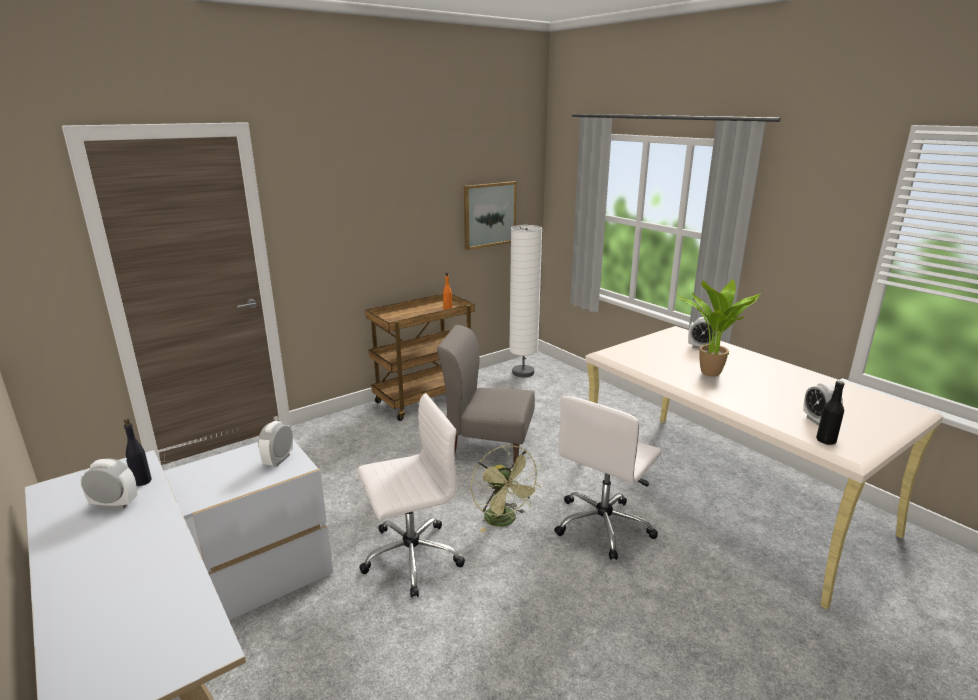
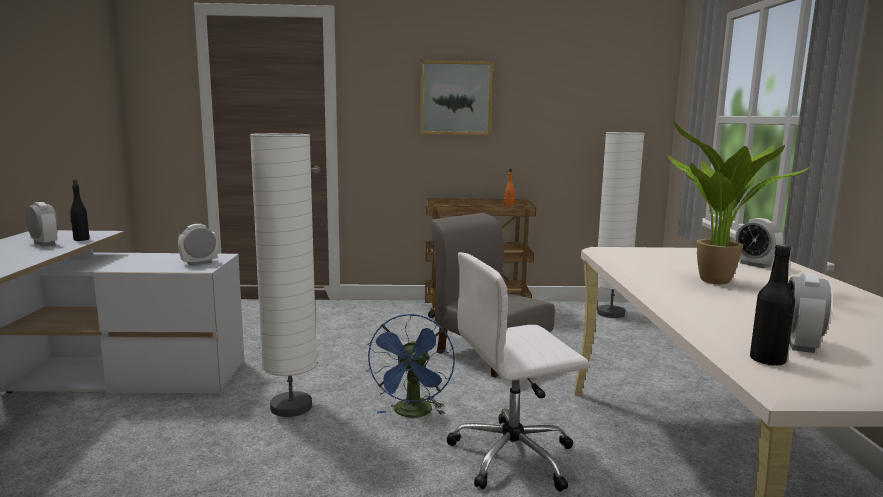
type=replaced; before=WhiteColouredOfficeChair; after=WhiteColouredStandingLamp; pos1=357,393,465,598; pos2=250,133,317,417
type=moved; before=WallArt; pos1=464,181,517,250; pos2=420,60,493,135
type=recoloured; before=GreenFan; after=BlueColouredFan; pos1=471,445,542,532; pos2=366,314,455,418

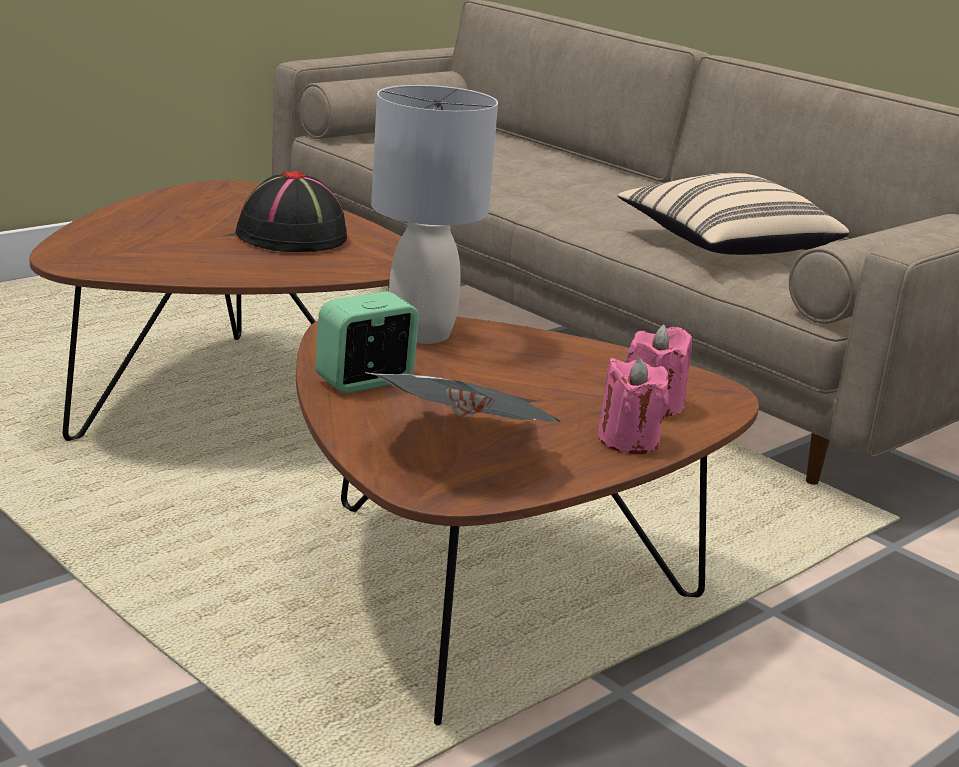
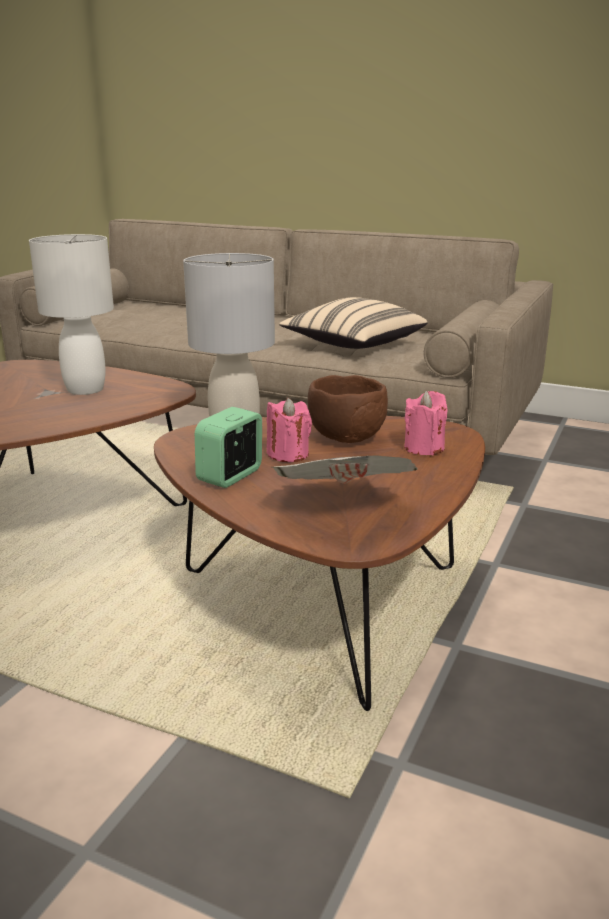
type=replaced; before=BlackishHat; after=WhiteColouredLampForATable; pos1=235,171,347,252; pos2=29,234,114,395
type=moved; before=PinkishWaxCandle; pos1=598,358,669,454; pos2=267,398,312,462
type=added; after=BrownColouredBowl; pos2=308,375,388,443

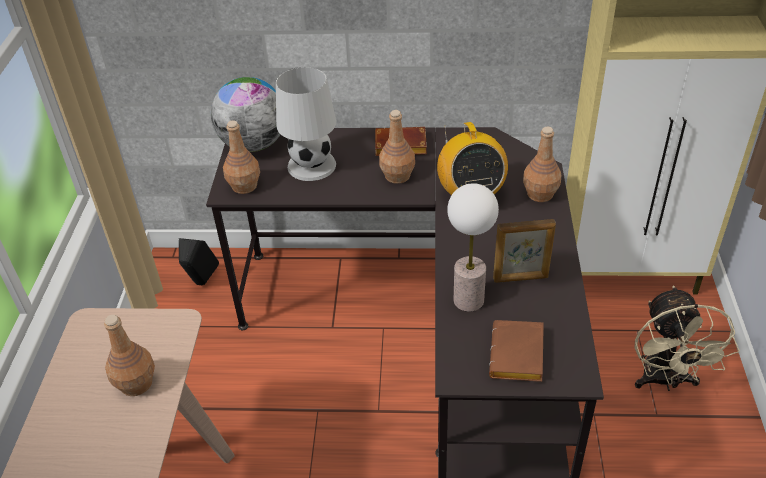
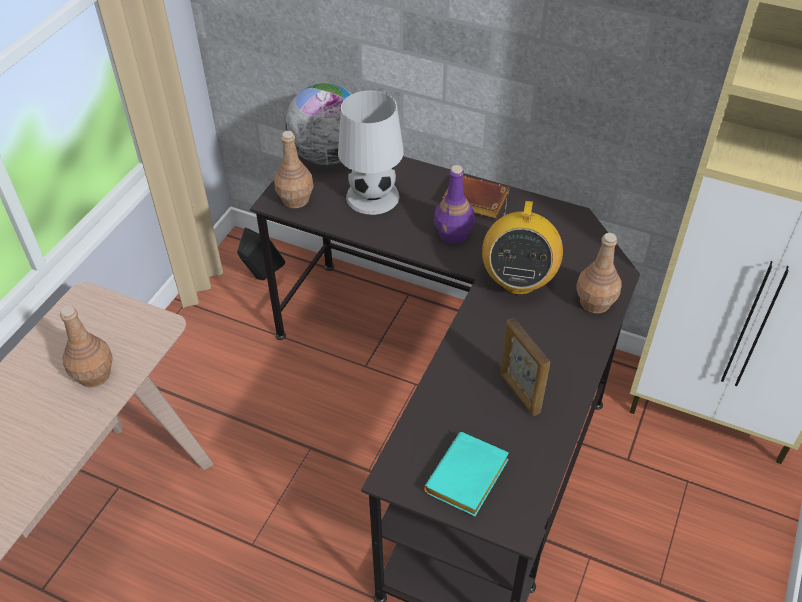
type=recoloured; before=BrownColouredBottle; after=PurpleBottle; pos1=379,110,415,184; pos2=434,165,475,244
type=removed; before=LampForATable; pos1=447,183,499,312
type=recoloured; before=BrownColouredBoundBook; after=TurquoiseColouredBoundBook; pos1=489,320,544,382; pos2=424,432,509,516
type=turned; before=PhotoFrame; pos1=493,219,556,283; pos2=500,318,550,416; turn=45
type=removed; before=SandColouredFan; pos1=634,286,740,391

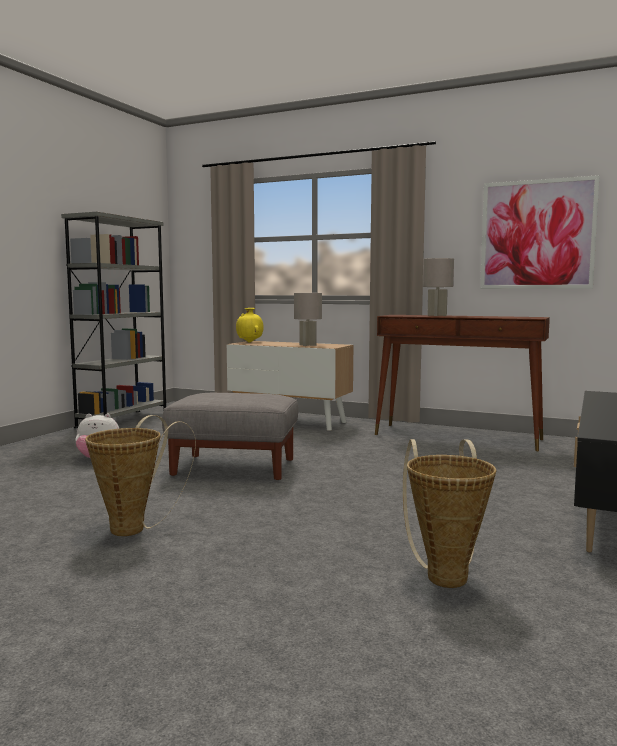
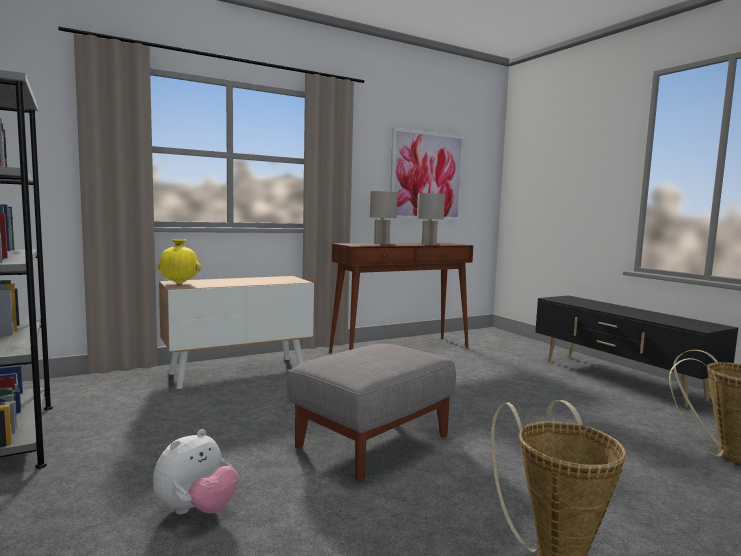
type=moved; before=GrayLampForATable; pos1=294,293,322,346; pos2=417,193,445,245

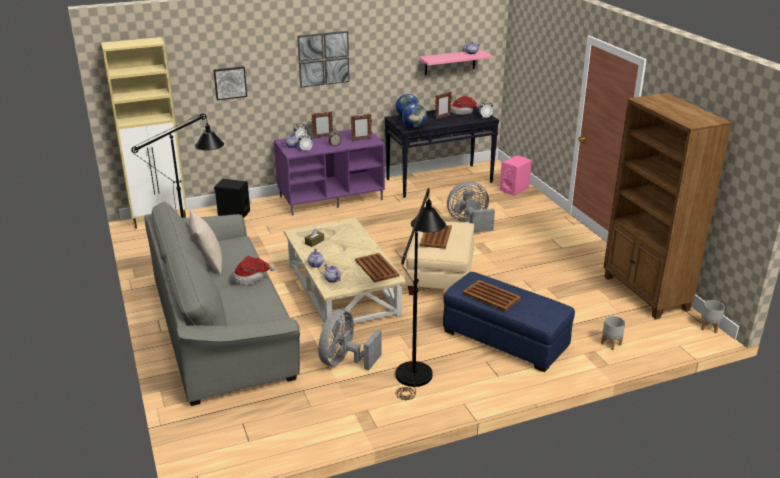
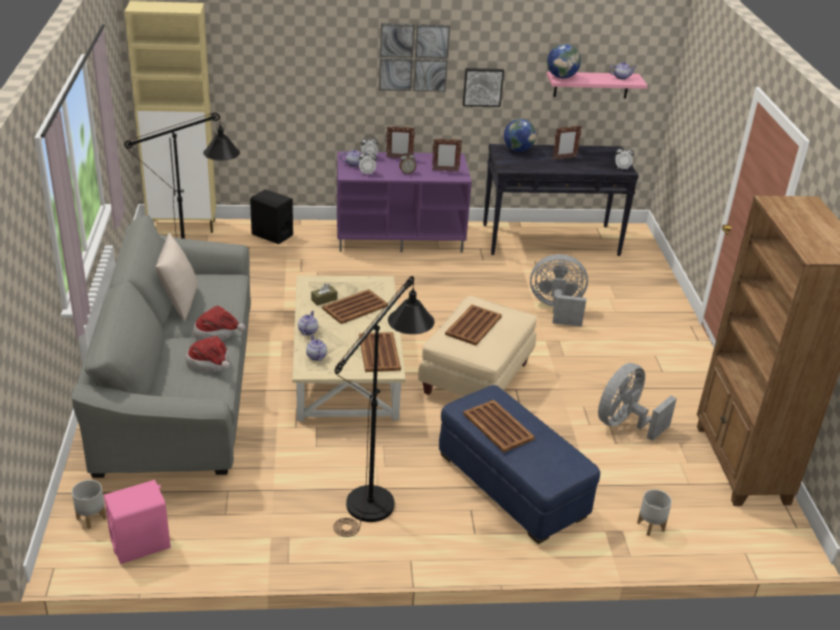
type=moved; before=WallArt; pos1=213,66,247,100; pos2=463,68,504,107
type=moved; before=GrayFan; pos1=318,309,382,370; pos2=598,363,677,441
type=moved; before=WorldGlobe; pos1=402,103,427,129; pos2=547,44,581,78
type=moved; before=Hat; pos1=451,96,480,115; pos2=185,336,230,372
type=moved; before=PinkishLoudspeaker; pos1=500,155,532,196; pos2=104,480,171,564
type=moved; before=GrayPlanter; pos1=701,300,725,333; pos2=72,480,106,529
type=added; after=BrownColouredCarryingTray; pos2=322,289,388,324

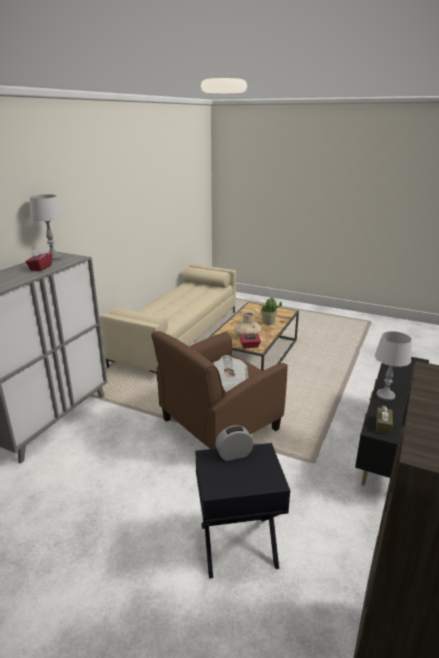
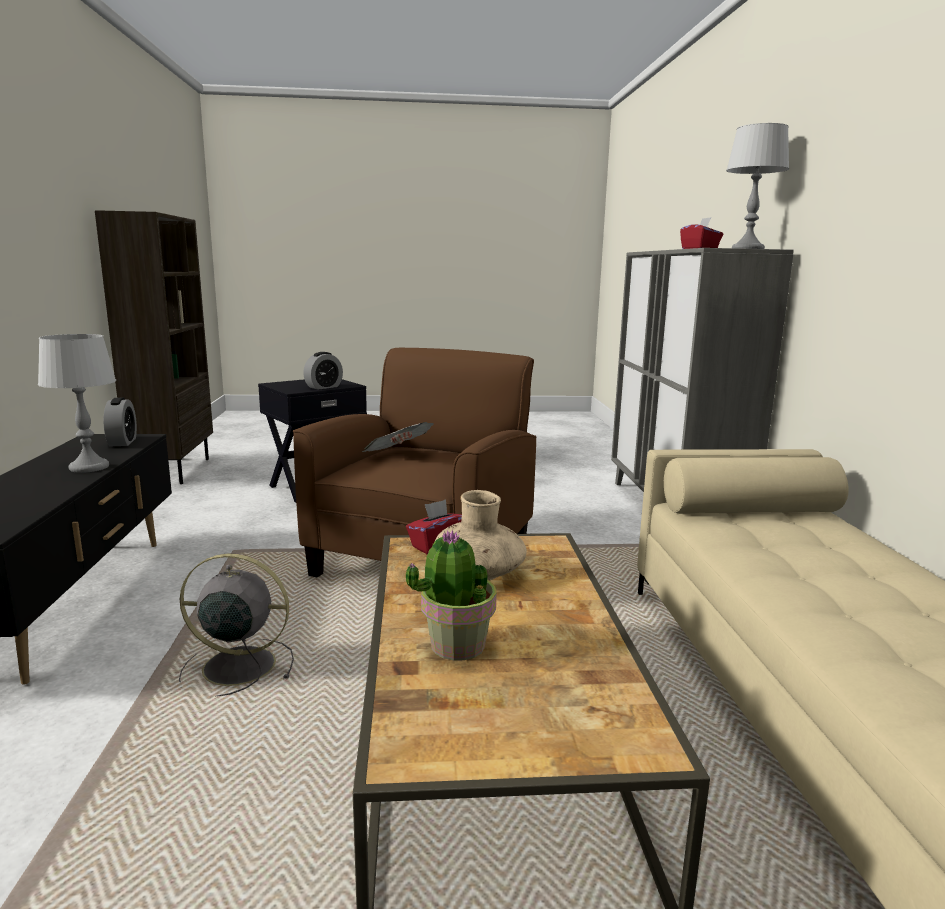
type=replaced; before=BrownColouredTissueBox; after=TableClock; pos1=376,406,393,434; pos2=104,398,137,446
type=added; after=GrayFan; pos2=179,553,294,696

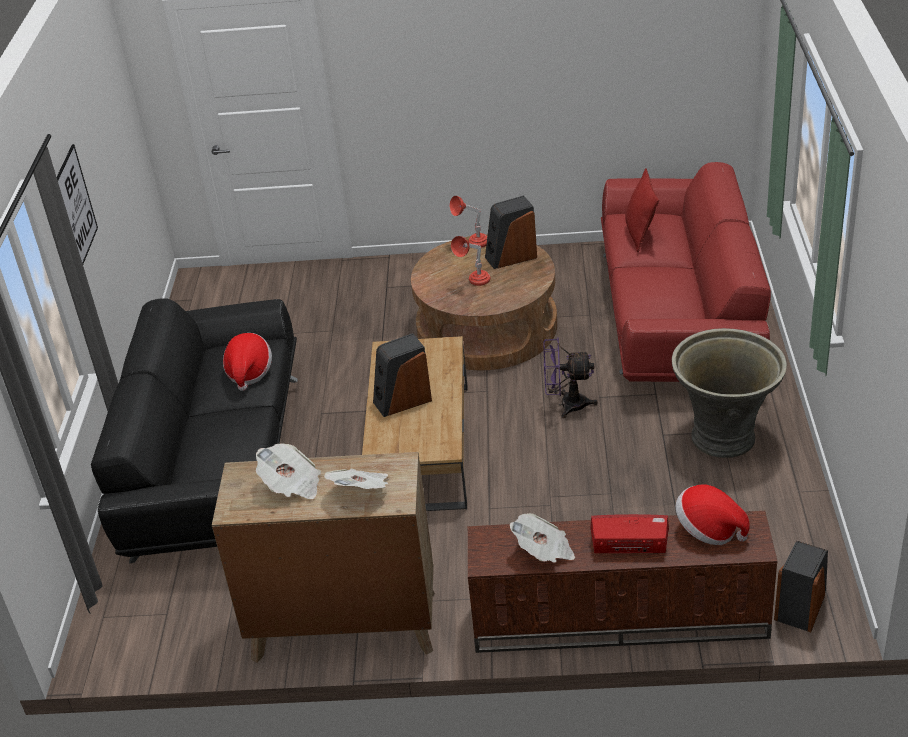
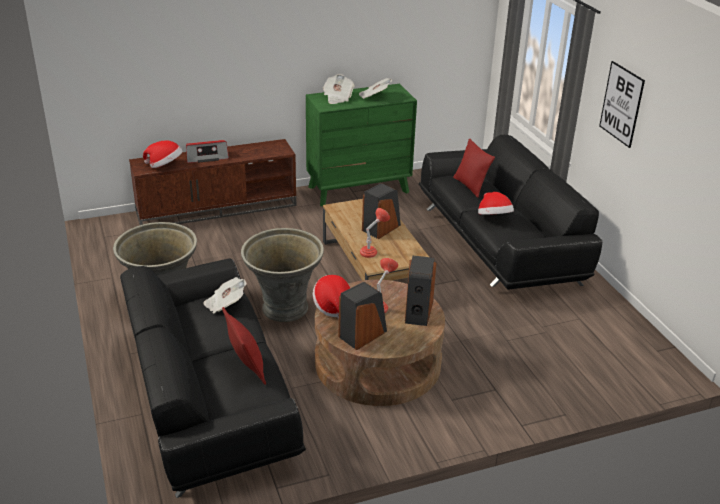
type=recoloured; before=BrownColouredDrawerChest; after=GreenDrawerChest; pos1=212,452,435,663; pos2=306,84,417,206
type=moved; before=ReddishLampForATable; pos1=450,196,487,247; pos2=360,208,390,258
type=moved; before=DailyPaper; pos1=510,513,575,563; pos2=203,277,247,314
type=replaced; before=PurpleFan; after=GrayPlanter; pos1=543,337,598,418; pos2=241,228,324,322
type=recoloured; before=ReddishCouch; after=BlackishCouch; pos1=601,162,771,382; pos2=120,258,306,498
type=moved; before=Loudspeaker; pos1=774,541,828,632; pos2=405,256,436,326
type=added; after=Hat; pos2=313,275,350,320
type=added; after=ReddishCushion; pos2=453,138,495,198

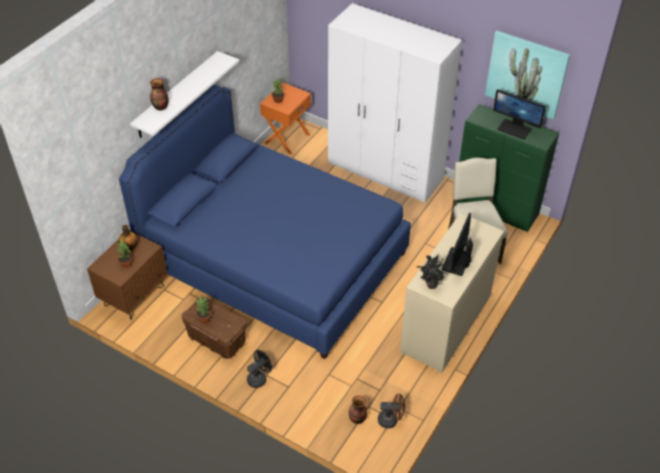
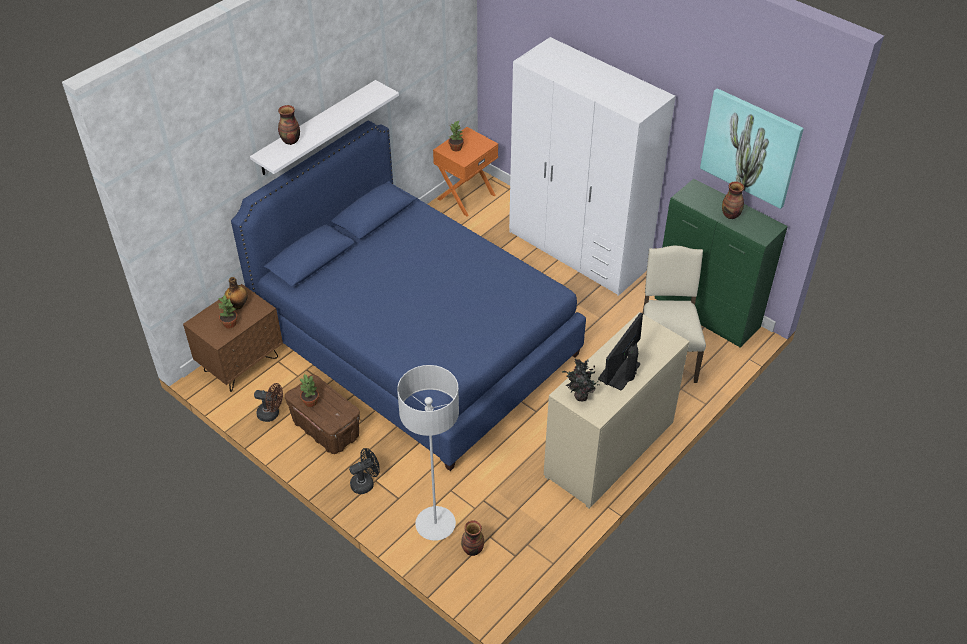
type=moved; before=BrownColouredFan; pos1=378,394,405,428; pos2=254,383,283,422
type=replaced; before=Monitor; after=Vase; pos1=493,89,546,139; pos2=722,181,744,219
type=added; after=GrayStandingLamp; pos2=397,365,459,541

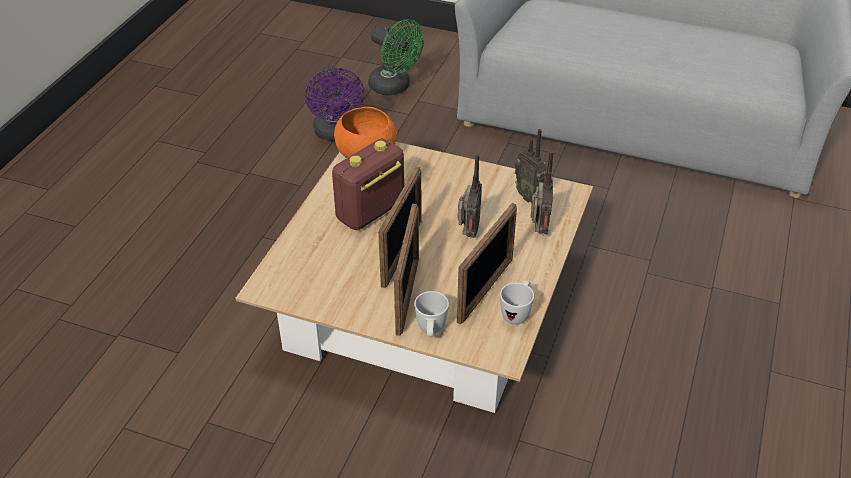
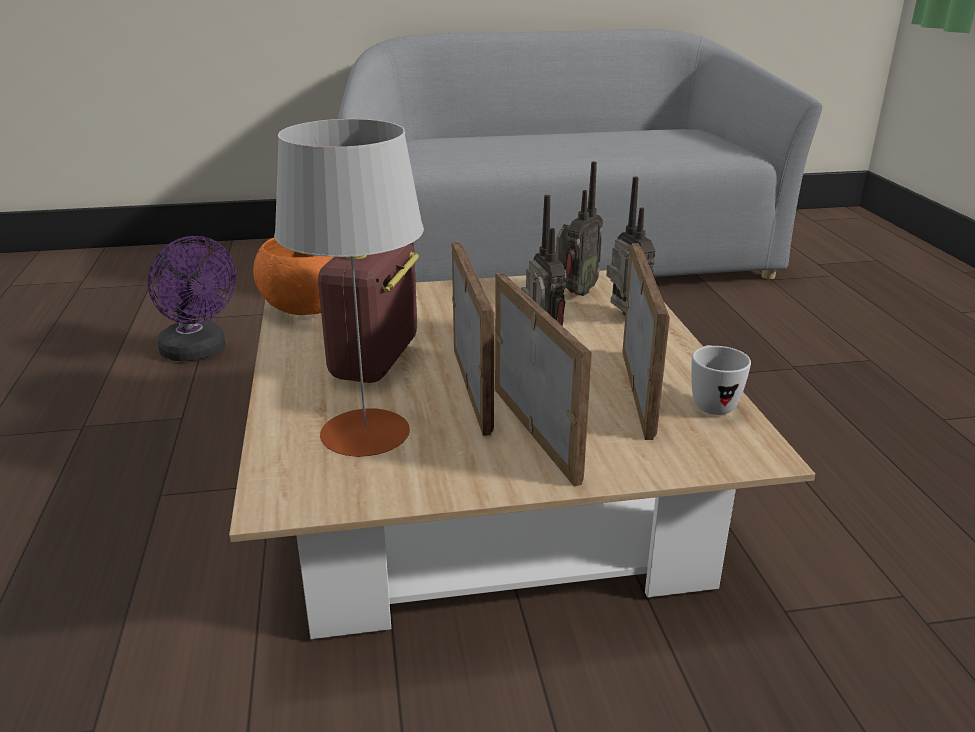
type=removed; before=GreenFan; pos1=368,19,424,95
type=removed; before=WhiteColouredMug; pos1=414,291,449,337
type=turned; before=Radio; pos1=515,129,547,203; pos2=556,161,603,296; turn=-75
type=added; after=GrayLampForATable; pos2=274,119,424,457

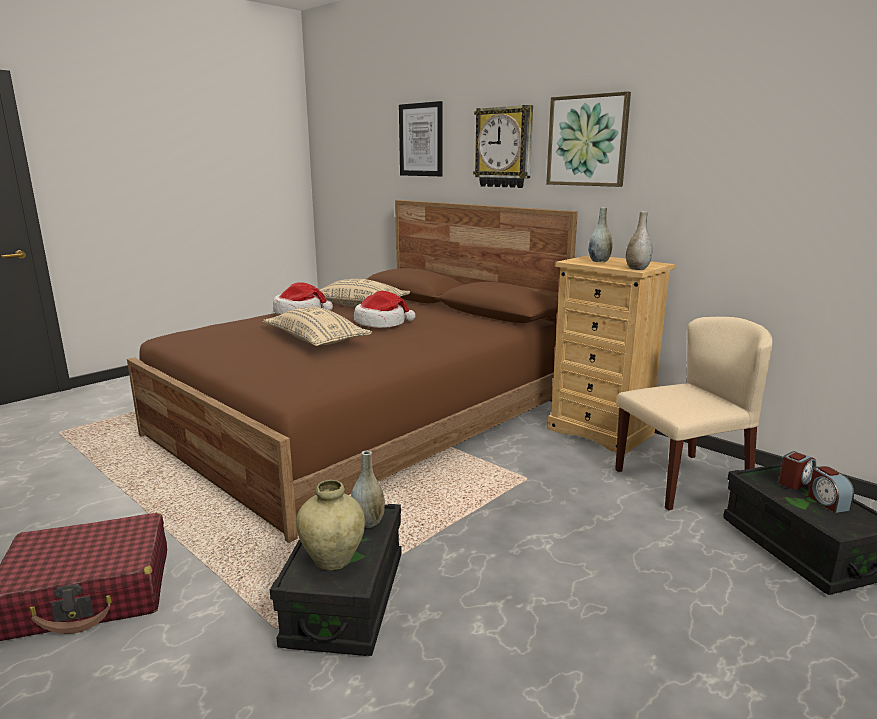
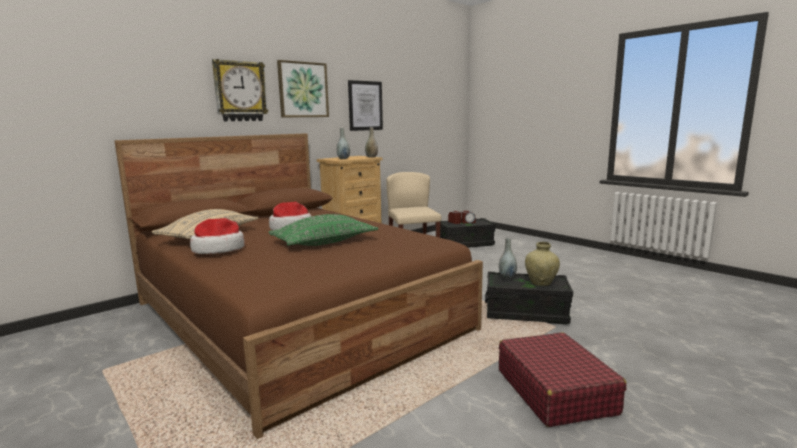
type=recoloured; before=SandColouredCushion; after=GreenCushion; pos1=263,307,372,346; pos2=269,214,378,246
type=moved; before=WallArt; pos1=399,101,443,176; pos2=348,80,383,131

